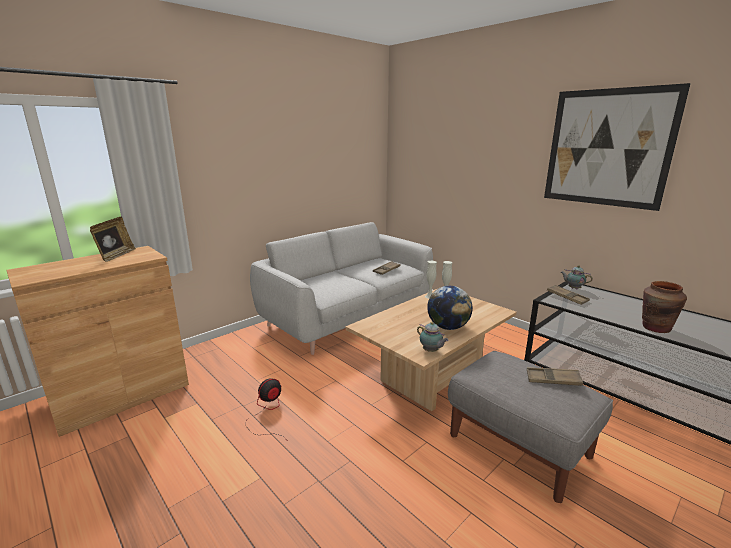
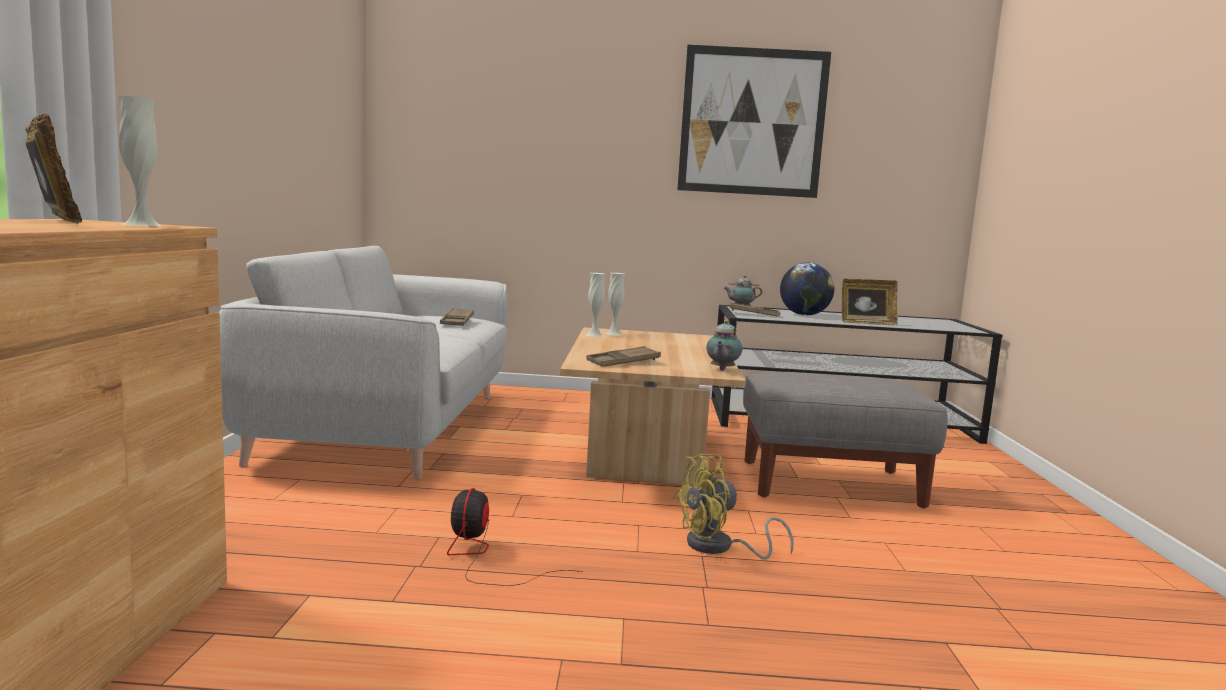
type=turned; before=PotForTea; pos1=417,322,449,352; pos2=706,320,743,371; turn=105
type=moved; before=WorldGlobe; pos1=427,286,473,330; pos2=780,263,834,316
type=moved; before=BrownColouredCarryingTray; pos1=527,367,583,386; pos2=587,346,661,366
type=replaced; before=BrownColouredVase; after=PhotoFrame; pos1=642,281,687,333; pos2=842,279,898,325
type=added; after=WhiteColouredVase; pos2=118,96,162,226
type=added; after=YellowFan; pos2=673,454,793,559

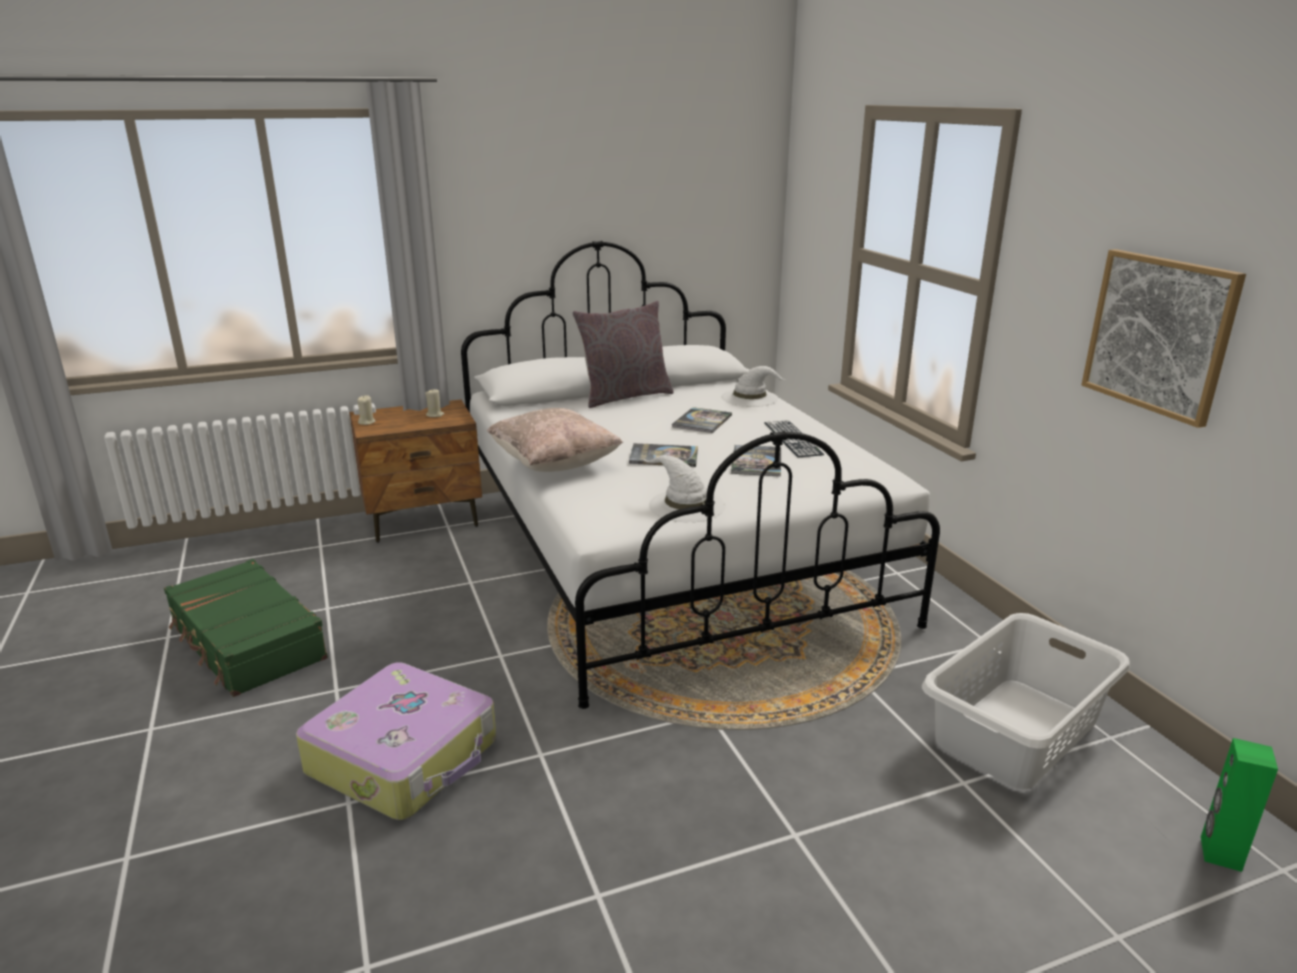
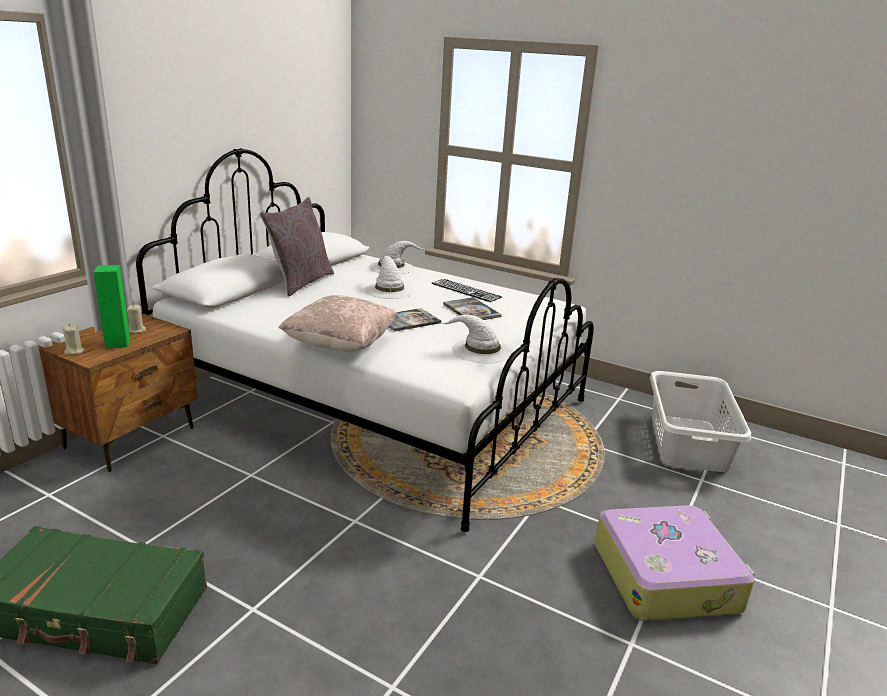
type=moved; before=PieceOfLuggage; pos1=296,662,496,820; pos2=595,505,755,621
type=replaced; before=BoundBook; after=WhiteColouredHat; pos1=672,407,732,433; pos2=365,256,415,299
type=removed; before=WallArt; pos1=1081,249,1246,428
type=moved; before=GreenLoudspeaker; pos1=1201,738,1278,872; pos2=93,265,130,348

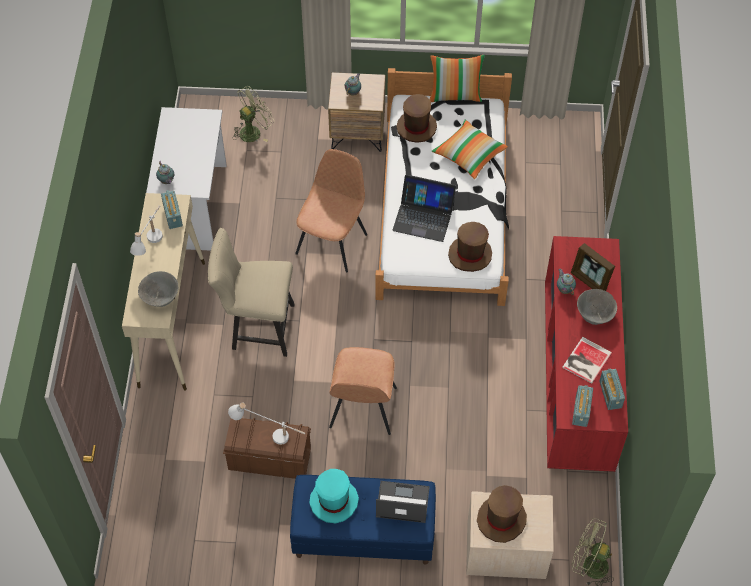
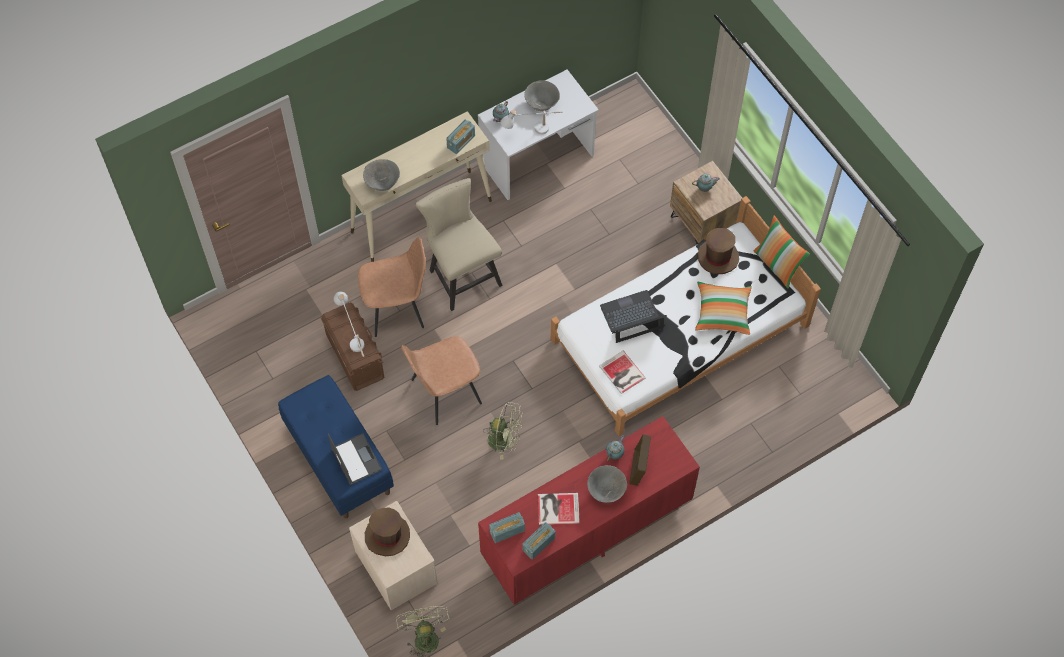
type=moved; before=WhiteColouredLampForATable; pos1=130,205,163,256; pos2=500,110,563,134
type=moved; before=GreenFan; pos1=232,86,274,142; pos2=483,402,523,460
type=moved; before=BrownColouredUprightChair; pos1=295,149,367,273; pos2=358,237,426,337
type=removed; before=TurquoiseColouredHat; pos1=309,469,359,523
type=turned; before=NotebookComputer; pos1=392,174,456,242; pos2=600,290,667,343; turn=90
type=replaced; before=BrownColouredHat; after=BoundBook; pos1=448,222,492,272; pos2=599,350,646,394
type=added; after=GrayBowl; pos2=524,80,560,111

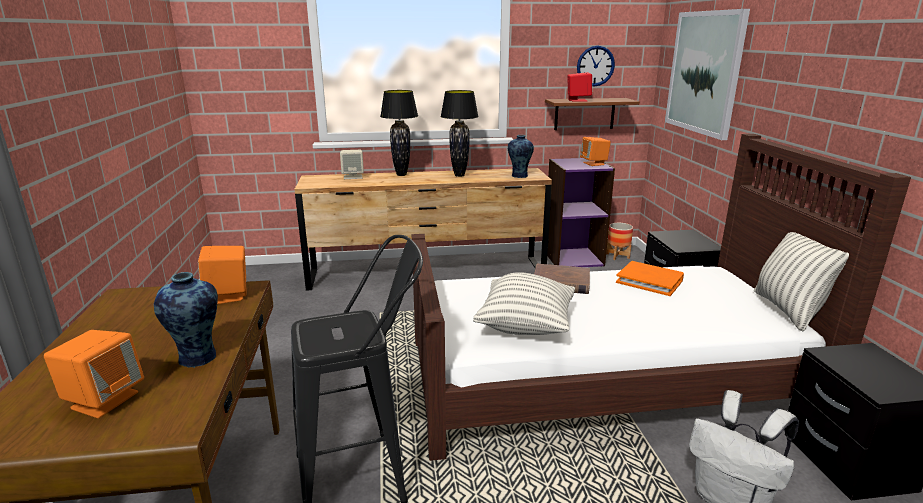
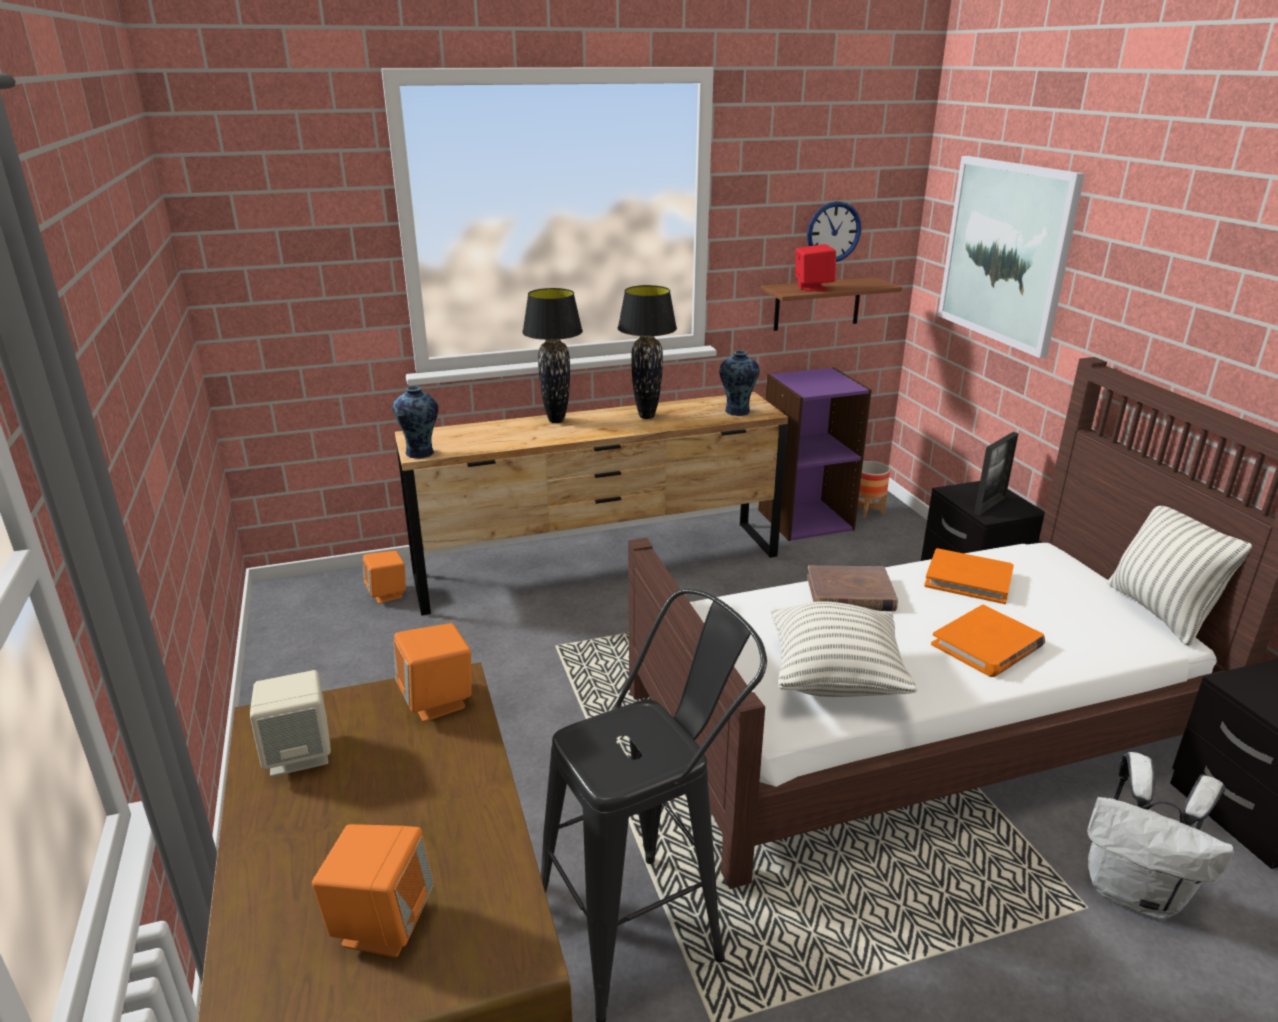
type=moved; before=Vase; pos1=154,272,218,368; pos2=392,386,438,459
type=moved; before=SandColouredLoudspeaker; pos1=340,150,364,179; pos2=250,670,331,777
type=moved; before=OrangeColouredLoudspeaker; pos1=580,137,611,166; pos2=363,551,406,604
type=added; after=OrangeColouredBoundBook; pos2=931,605,1045,677
type=added; after=PhotoFrame; pos2=974,432,1019,515

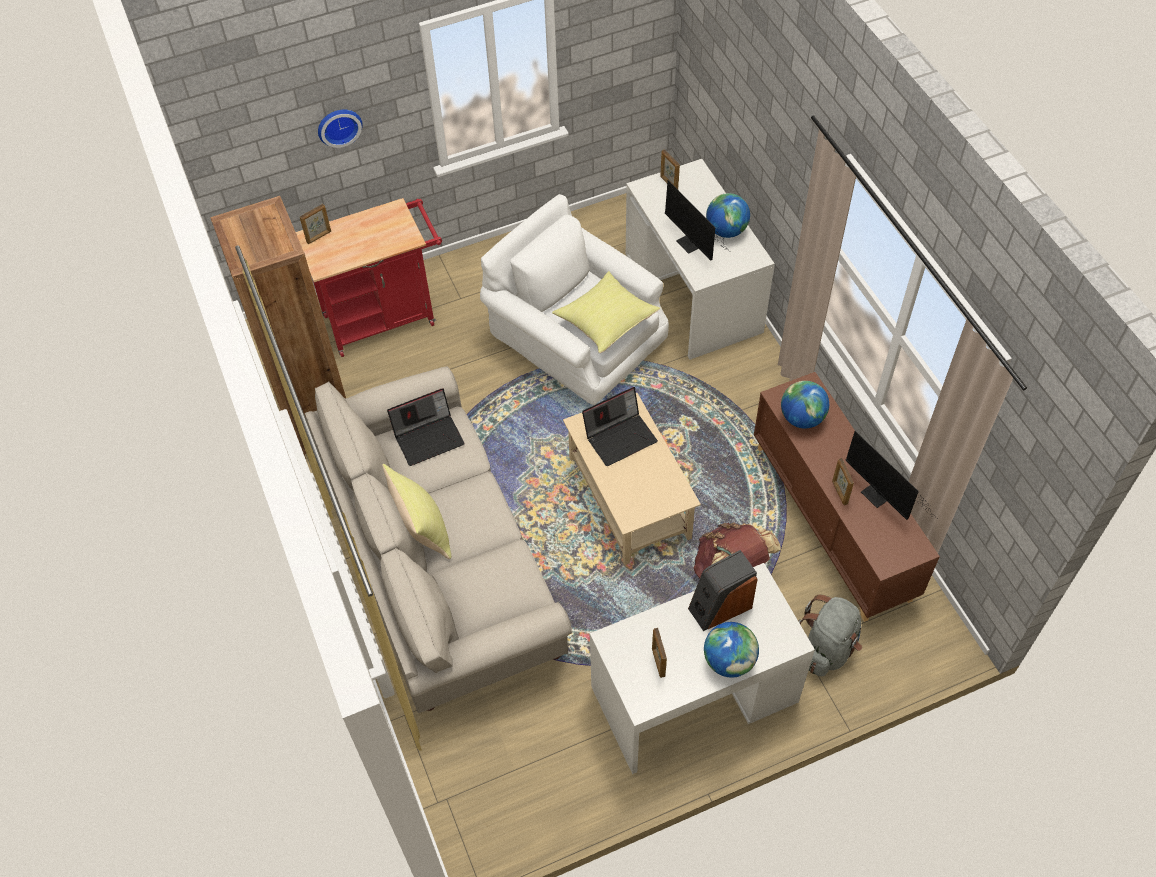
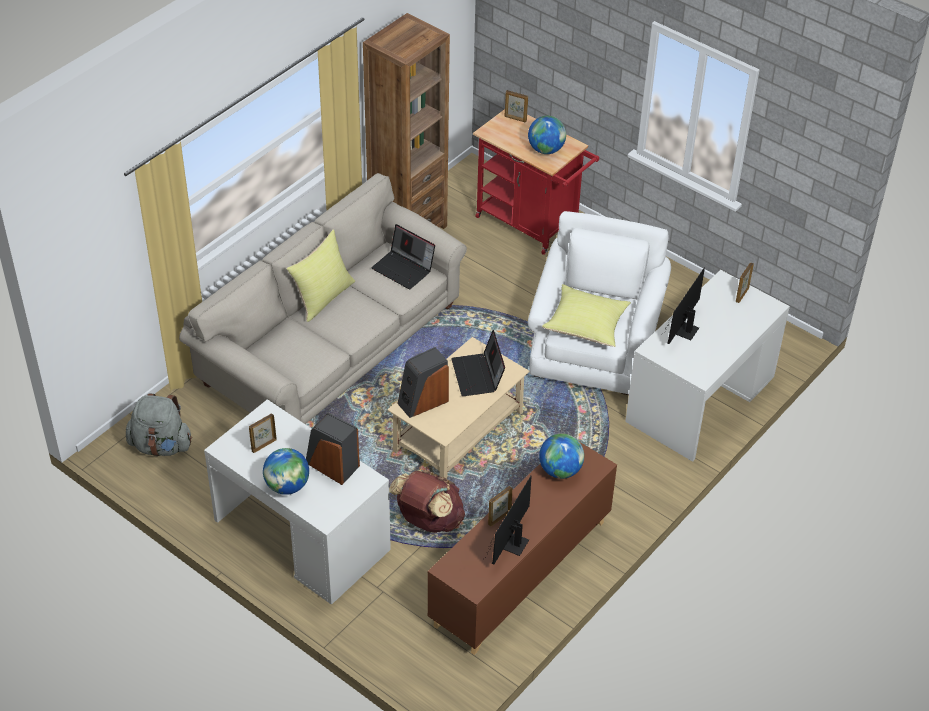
type=removed; before=HangingClock; pos1=318,110,363,148
type=turned; before=NotebookComputer; pos1=582,387,658,466; pos2=451,330,505,396; turn=45
type=moved; before=WorldGlobe; pos1=706,193,750,238; pos2=528,116,566,154
type=moved; before=GrayRucksack; pos1=798,594,862,677; pos2=126,394,192,456
type=added; after=Loudspeaker; pos2=397,347,449,418

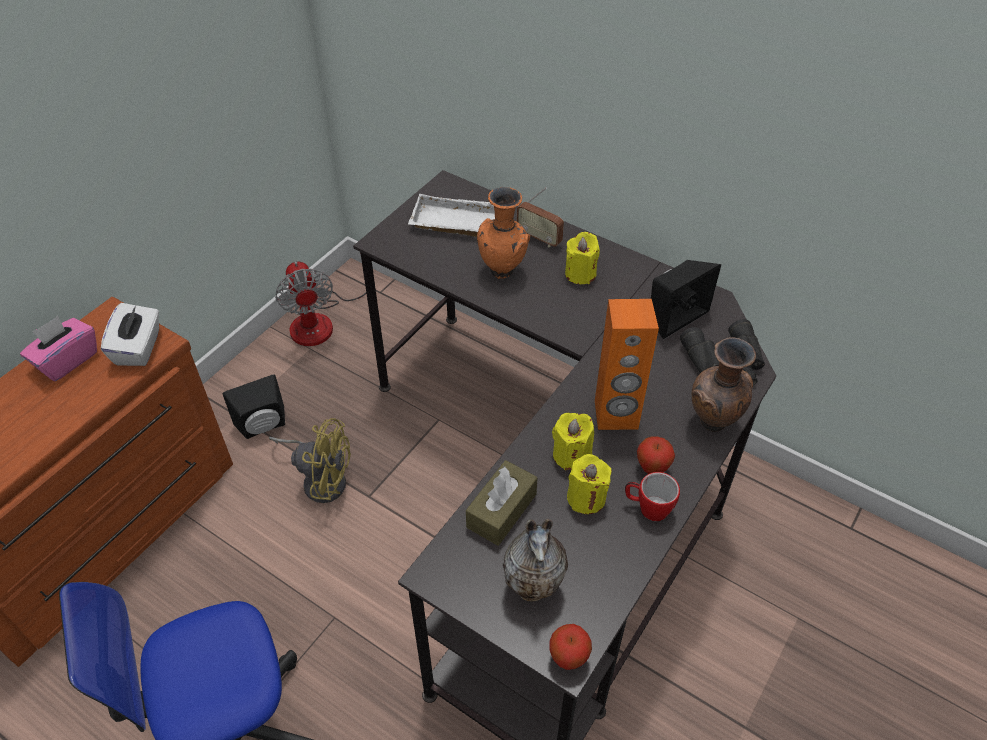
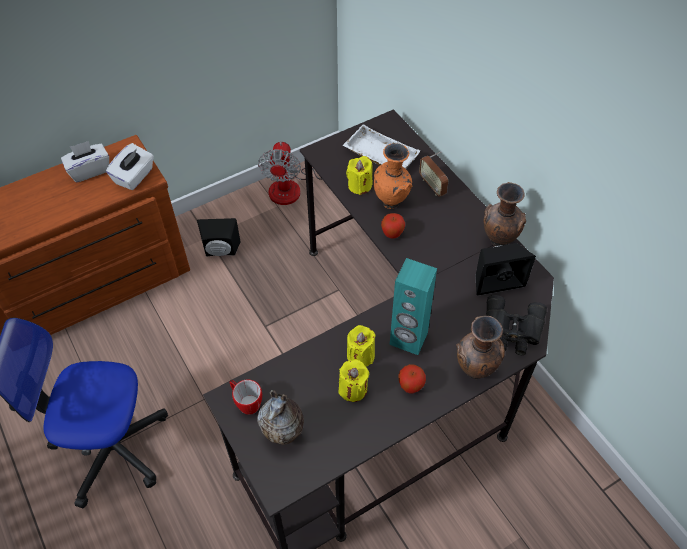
type=recoloured; before=PinkishTissueBox; after=WhiteColouredTissueBox; pos1=20,316,97,381; pos2=61,141,109,182
type=removed; before=YellowFan; pos1=269,418,351,503
type=removed; before=BrownColouredTissueBox; pos1=466,460,538,546
type=moved; before=AppleFruit; pos1=549,624,592,670; pos2=381,213,405,238
type=moved; before=YellowWaxCandle; pos1=565,232,600,284; pos2=346,156,373,195
type=recoloured; before=OrangeColouredLoudspeaker; after=TurquoiseColouredLoudspeaker; pos1=595,299,659,430; pos2=390,258,437,355
type=moved; before=Mug; pos1=625,472,680,521; pos2=229,380,262,415
type=added; after=BrownColouredVase; pos2=483,182,526,246

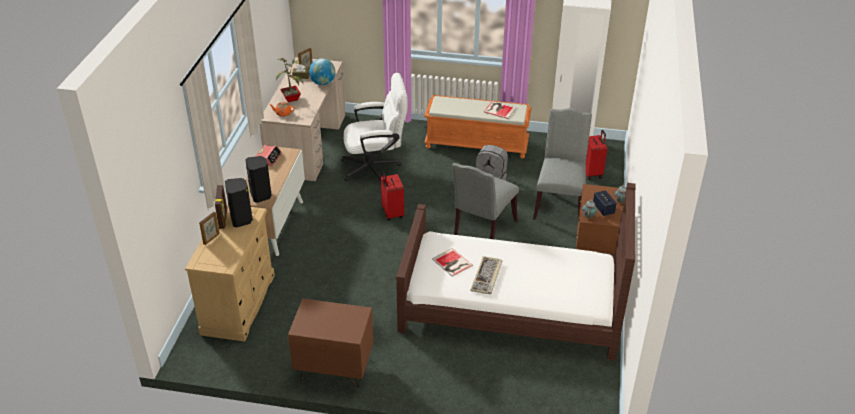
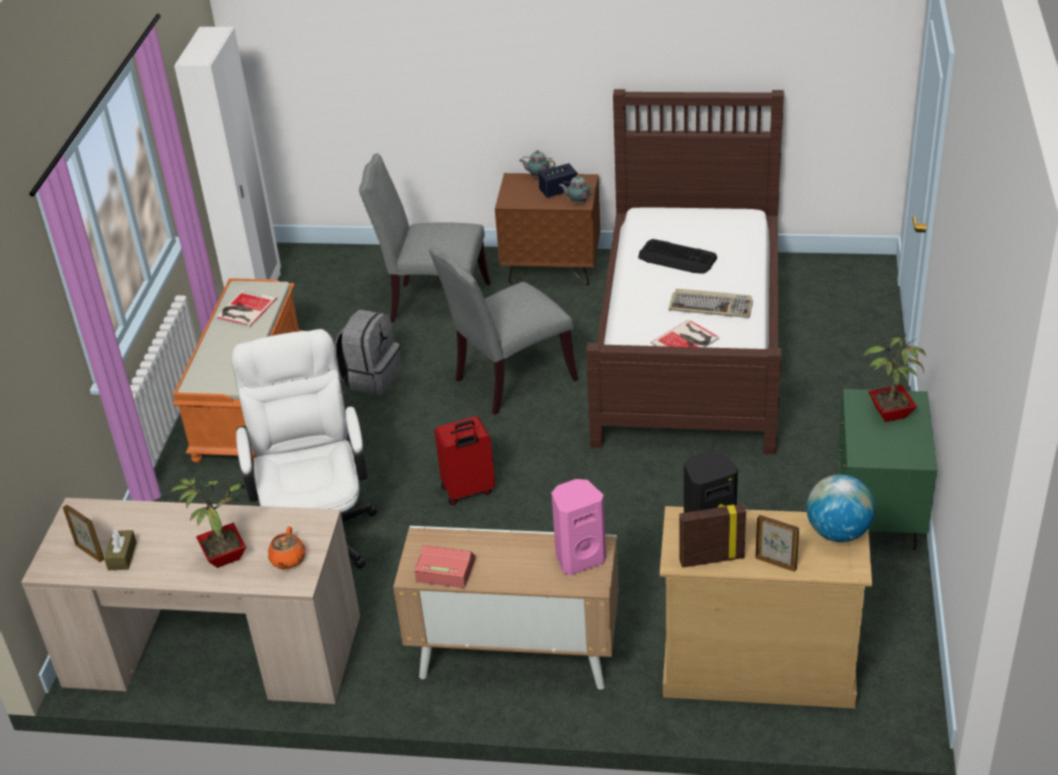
type=recoloured; before=BlackishLoudspeaker; after=PinkishLoudspeaker; pos1=245,156,272,203; pos2=551,479,606,575
type=recoloured; before=BrownColouredNightstand; after=GreenNightstand; pos1=288,299,373,387; pos2=838,389,937,550
type=moved; before=WorldGlobe; pos1=309,58,336,85; pos2=806,474,875,542
type=turned; before=GrayUprightChair; pos1=452,163,519,239; pos2=429,247,578,415; turn=120
type=removed; before=ReddishPieceOfLuggage; pos1=586,130,607,180
type=added; after=PcKeyboard; pos2=638,239,717,274
type=added; after=PlantInAPot; pos2=863,328,926,422

